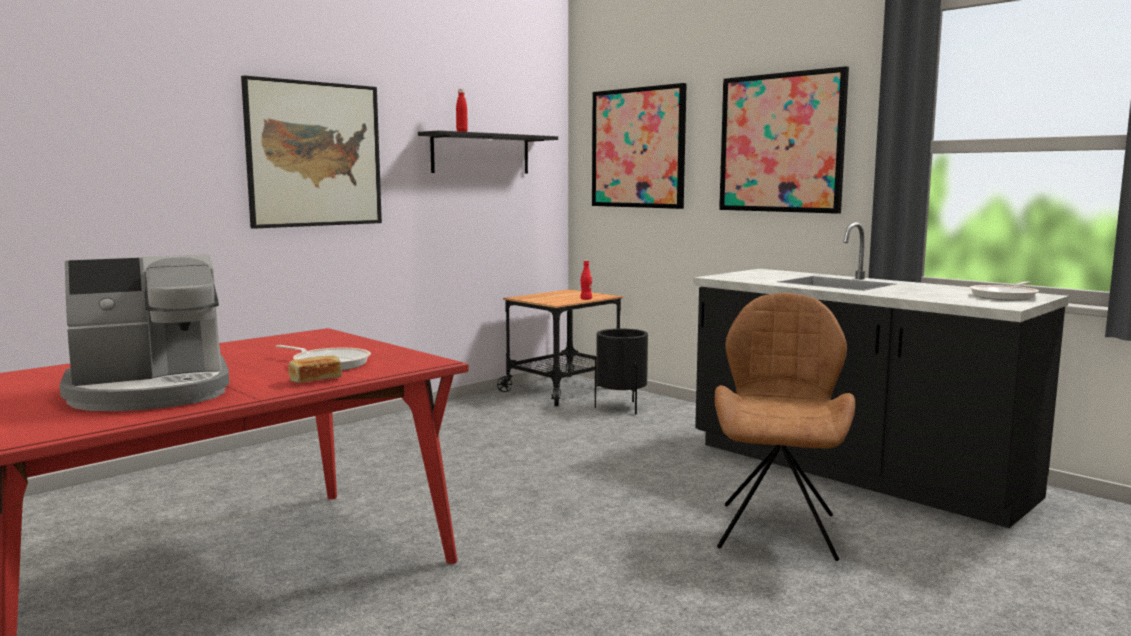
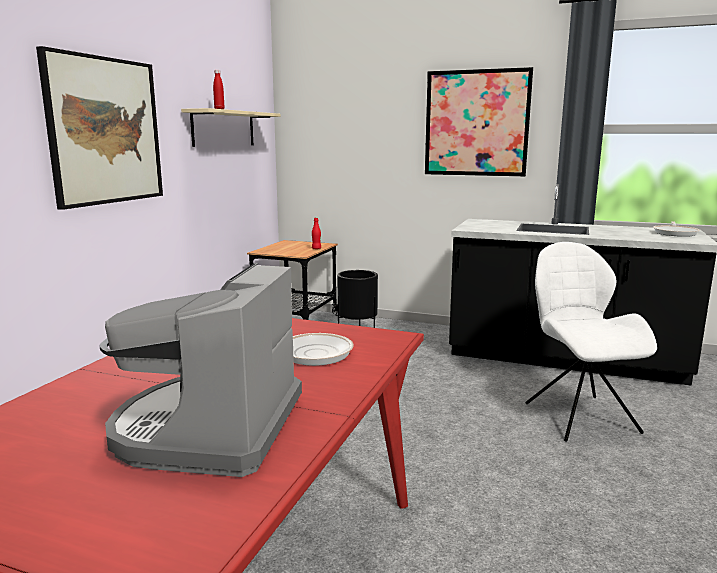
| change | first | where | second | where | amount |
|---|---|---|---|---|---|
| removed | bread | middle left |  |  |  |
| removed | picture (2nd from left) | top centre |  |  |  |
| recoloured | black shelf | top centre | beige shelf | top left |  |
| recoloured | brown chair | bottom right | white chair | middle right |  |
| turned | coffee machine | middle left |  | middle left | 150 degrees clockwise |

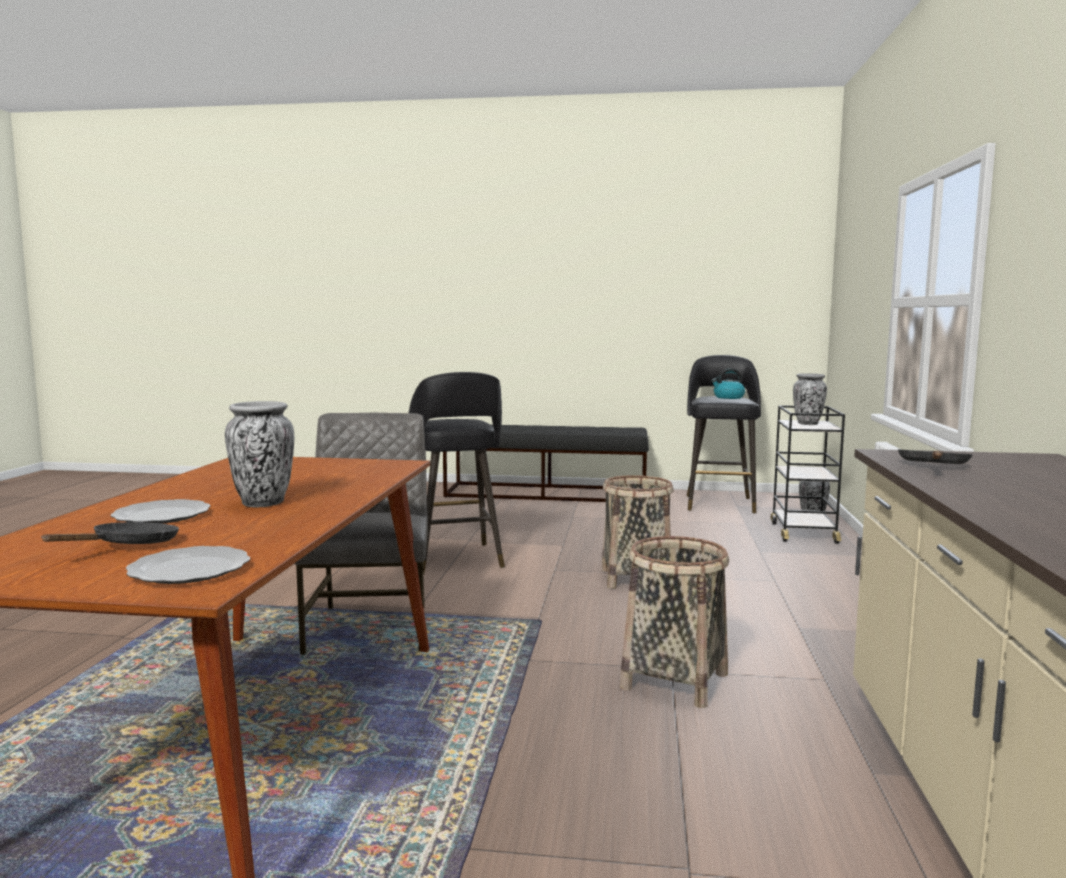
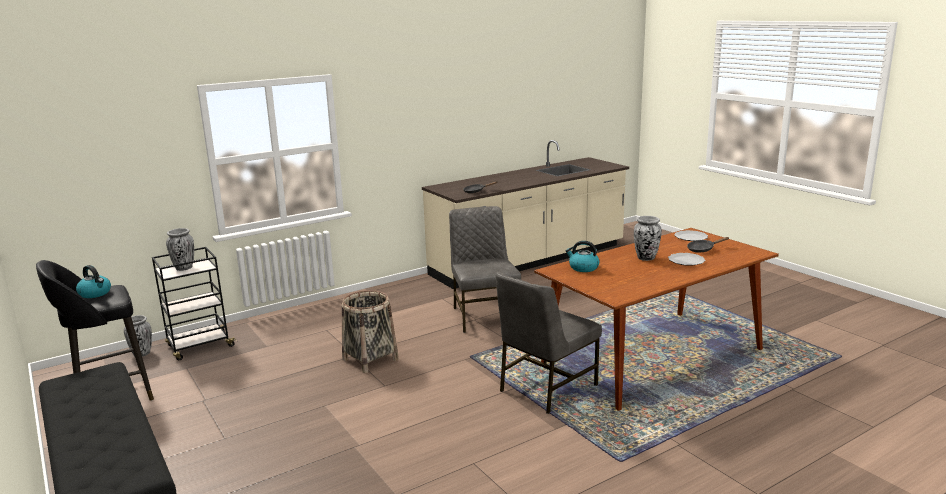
| change | first | where | second | where | amount |
|---|---|---|---|---|---|
| removed | black stool (1st from left) | centre |  |  |  |
| added |  |  | kettle (2nd from left) | centre |  |
| replaced | basket (2nd from left) | bottom centre | grey chair (1st from left) | centre |  |

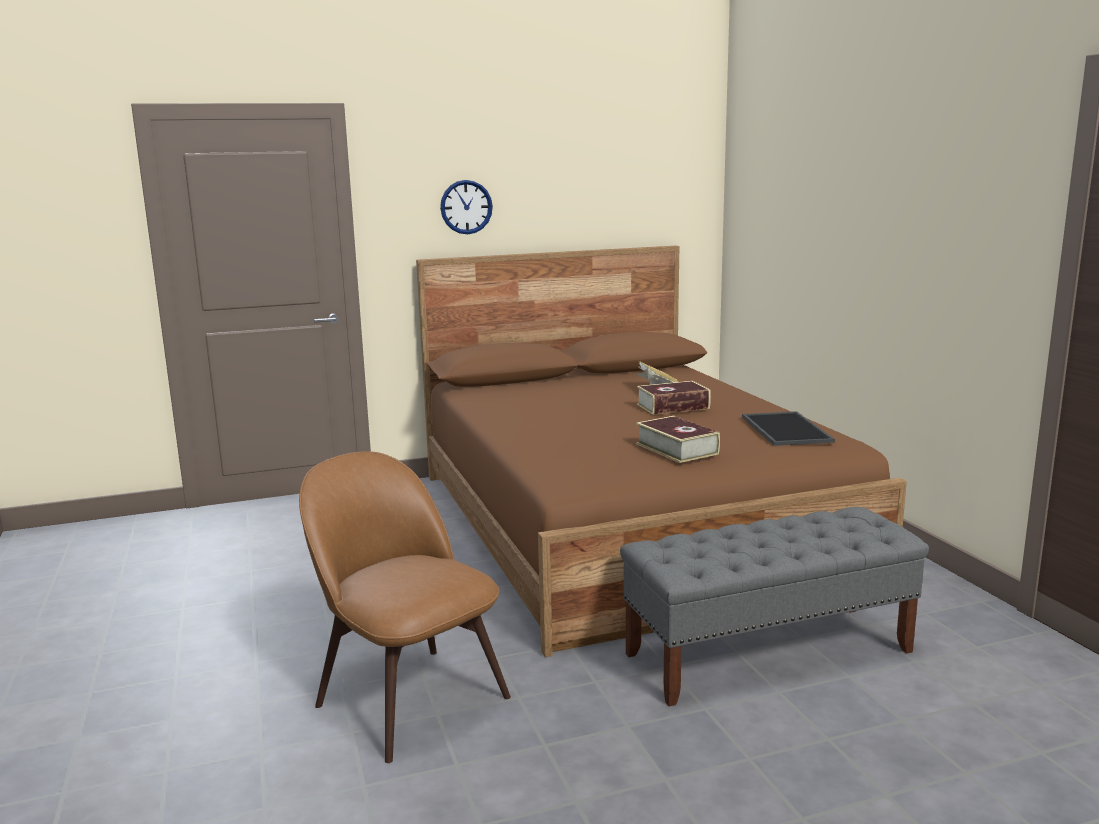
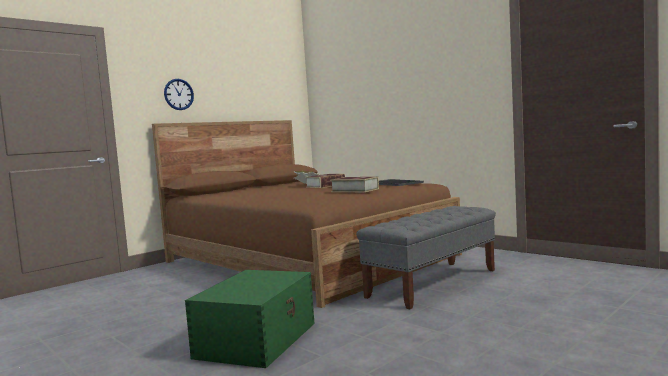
| change | first | where | second | where | amount |
|---|---|---|---|---|---|
| replaced | brown chair | bottom centre | green storage box | bottom centre |  |

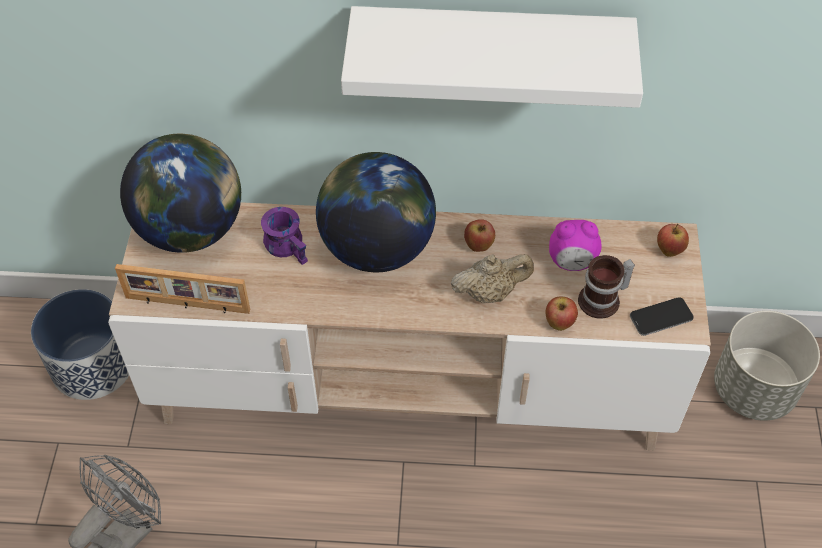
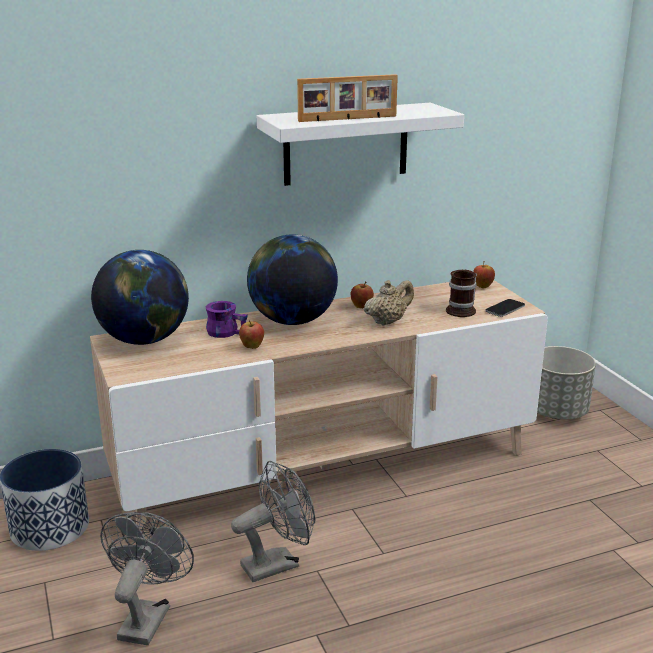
| change | first | where | second | where | amount |
|---|---|---|---|---|---|
| removed | alarm clock | middle right |  |  |  |
| added |  |  | grey fan (2nd from left) | bottom centre |  |
| moved | picture frame | middle left |  | top centre |  |
| moved | apple (2nd from left in the first image) | middle right | apple (1st from left) | centre |  |

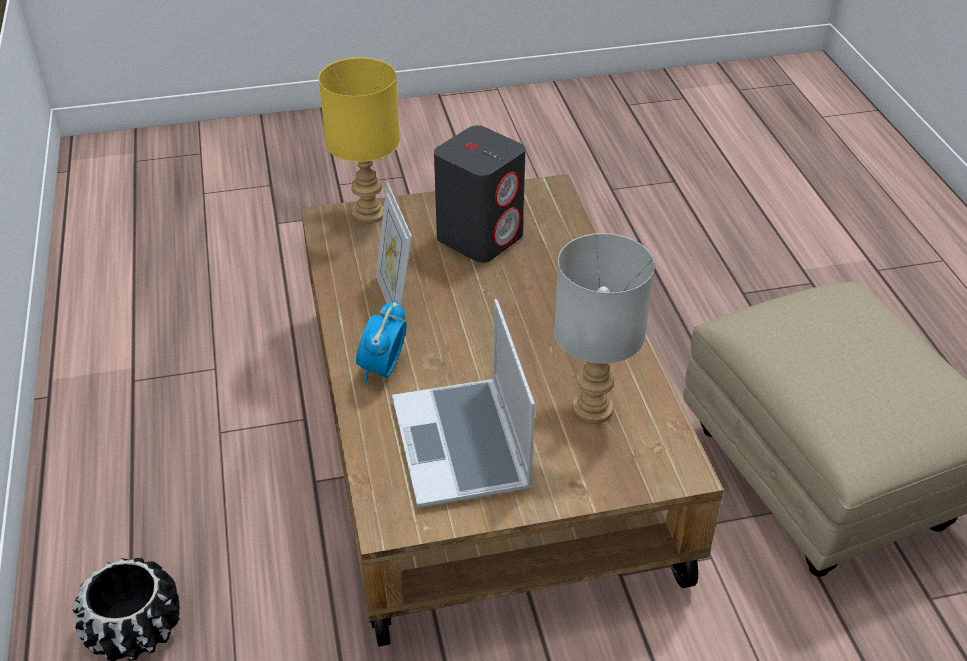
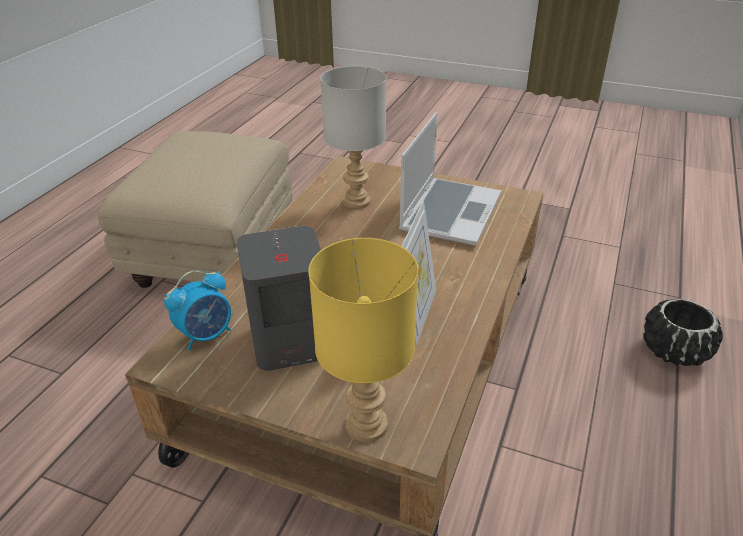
| change | first | where | second | where | amount |
|---|---|---|---|---|---|
| moved | alarm clock | centre |  | middle left |  |

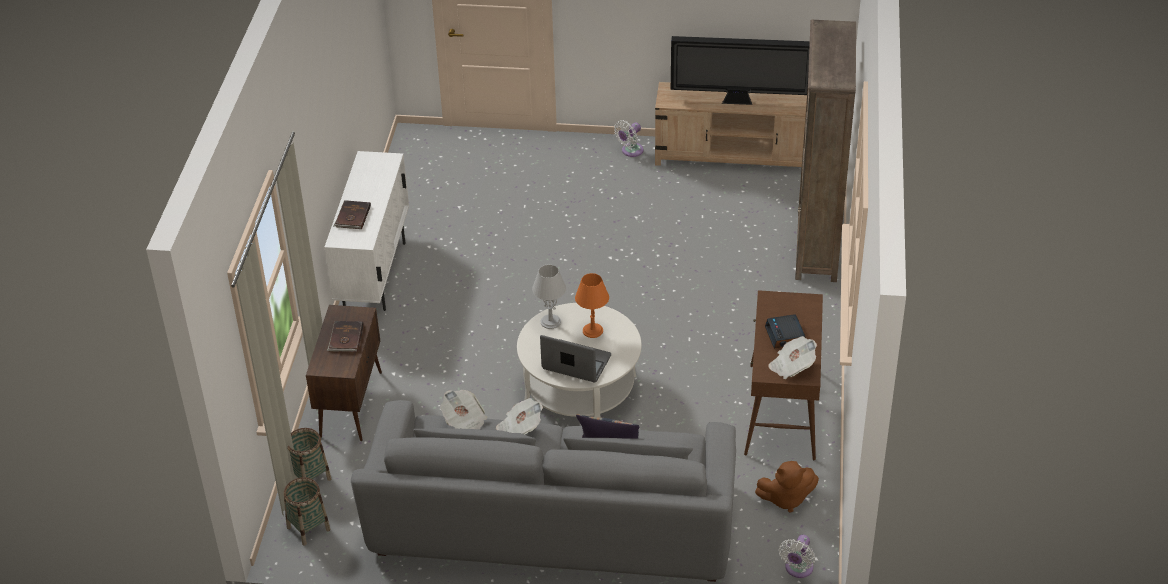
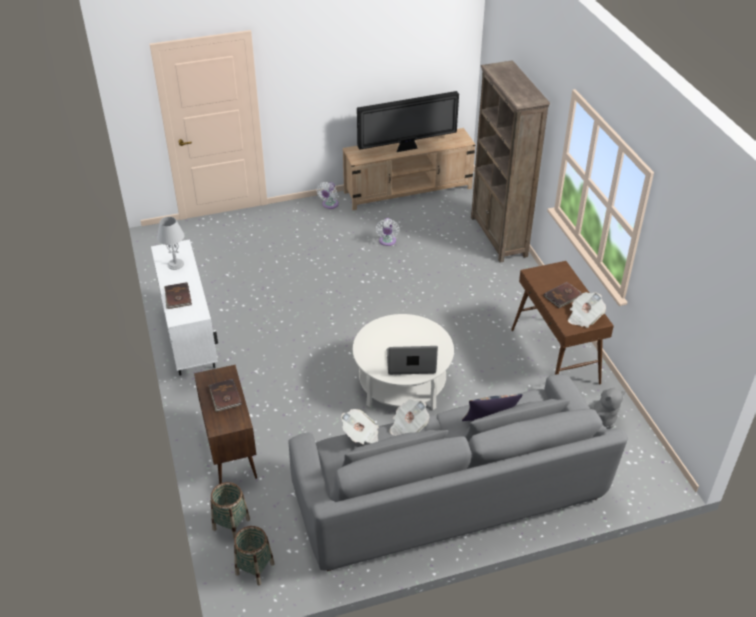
| change | first | where | second | where | amount |
|---|---|---|---|---|---|
| removed | orange table lamp | centre |  |  |  |
| moved | grey table lamp | centre |  | middle left |  |
| moved | white fan (2nd from left) | bottom right |  | centre |  |
| replaced | alarm clock | middle right | brown book (3rd from left) | middle right |  |
| recoloured | brown plush toy | bottom right | grey plush toy | middle right |  |

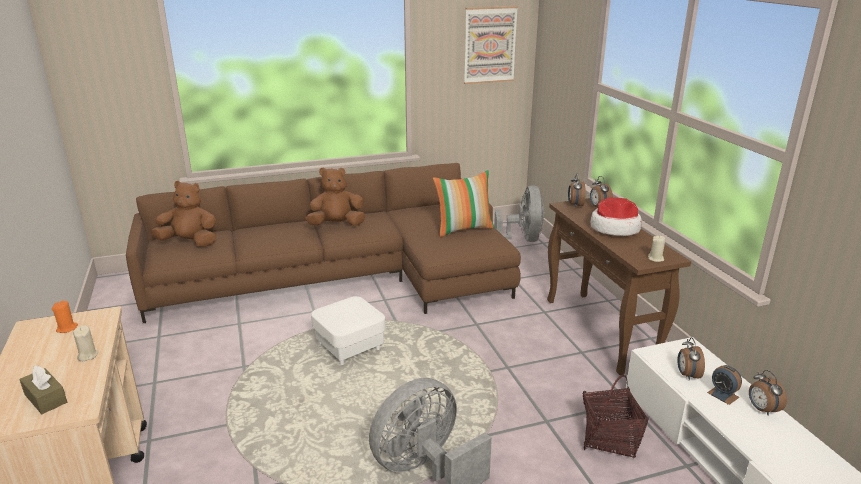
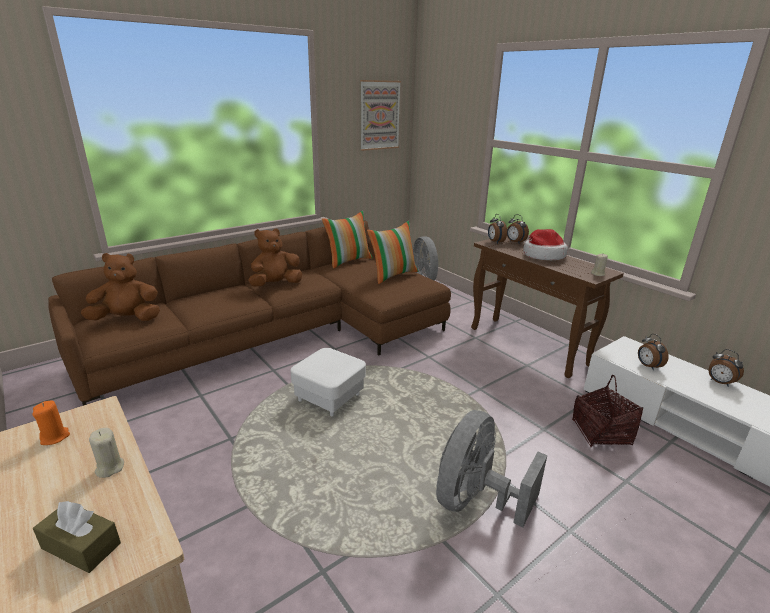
| change | first | where | second | where | amount |
|---|---|---|---|---|---|
| removed | alarm clock (4th from left) | bottom right |  |  |  |
| added |  |  | pillow (1st from left) | centre |  |

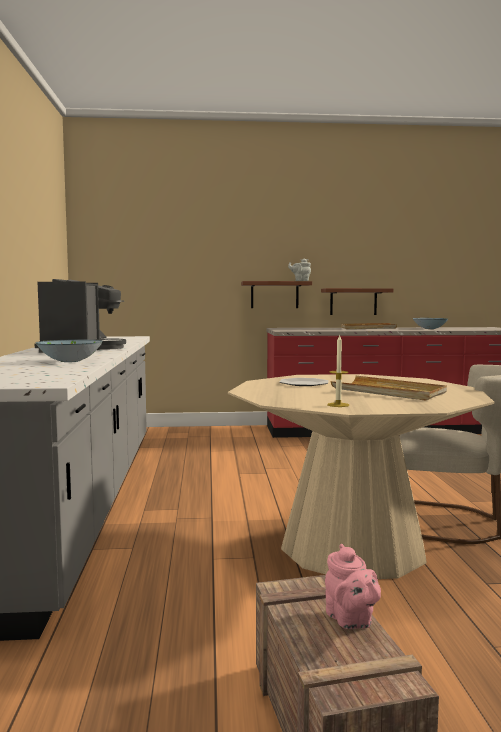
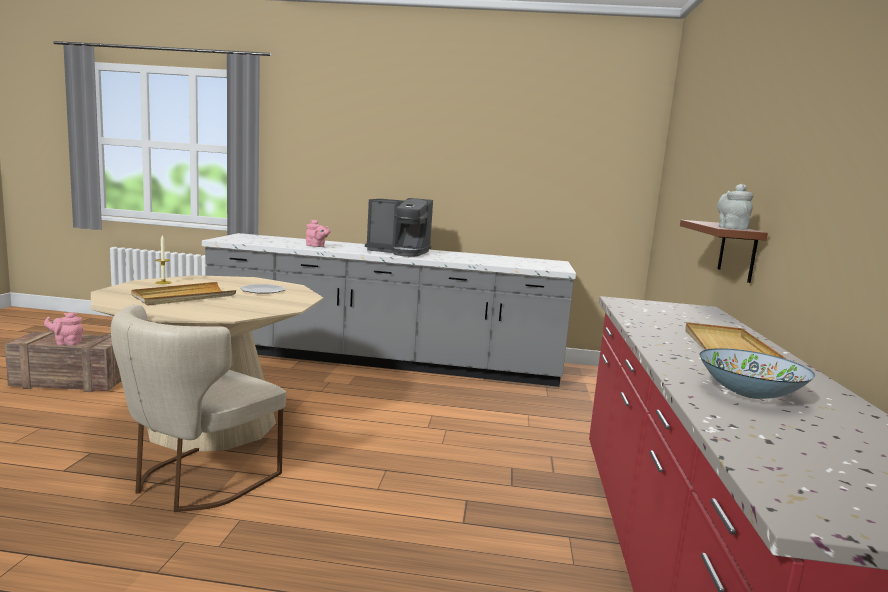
| change | first | where | second | where | amount |
|---|---|---|---|---|---|
| removed | brown shelf (2nd from left) | middle right |  |  |  |
| replaced | bowl (1st from left) | middle left | pink teapot (2nd from left) | centre |  |

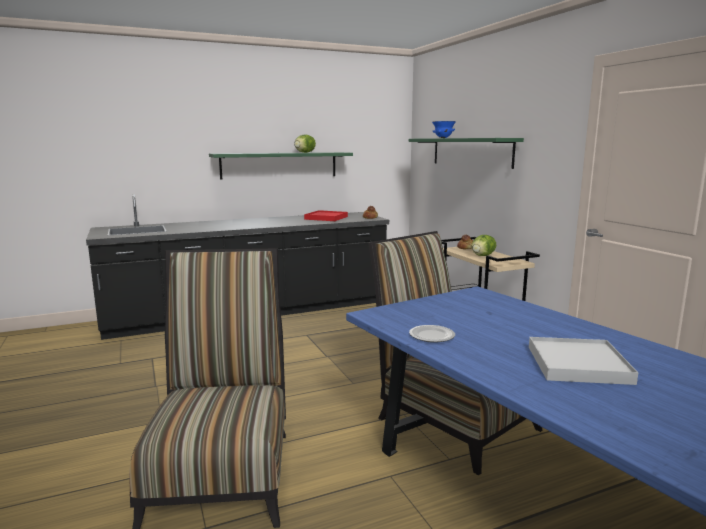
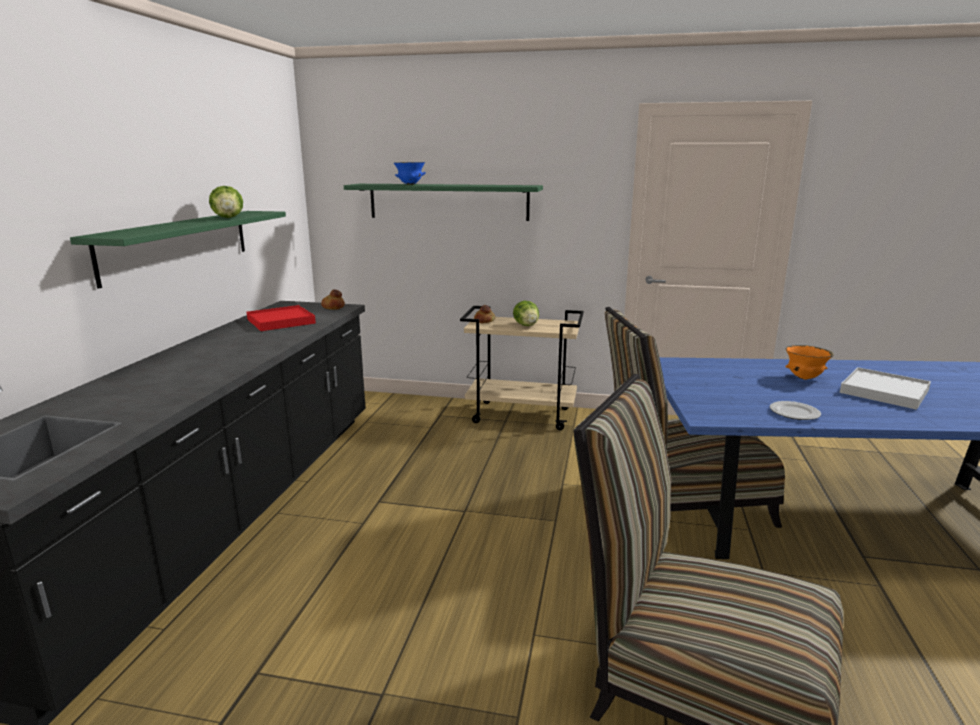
| change | first | where | second | where | amount |
|---|---|---|---|---|---|
| added |  |  | orange bowl | middle right |  |

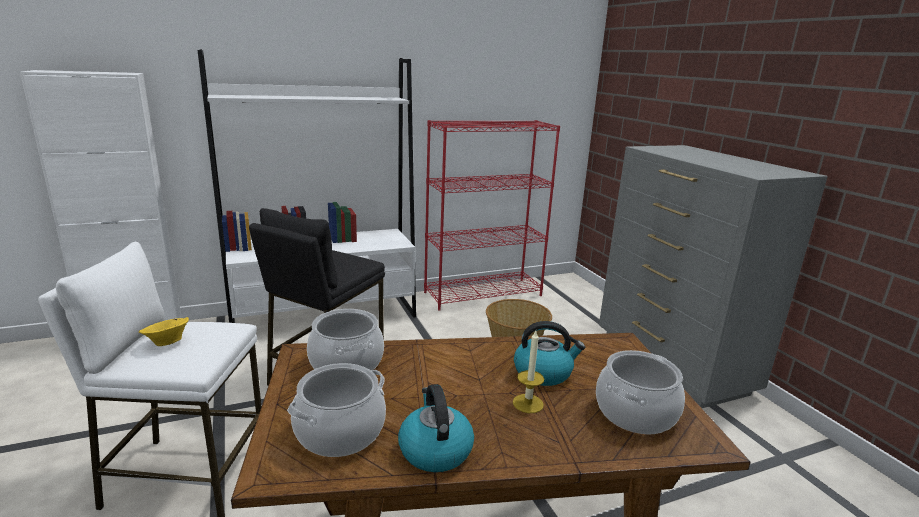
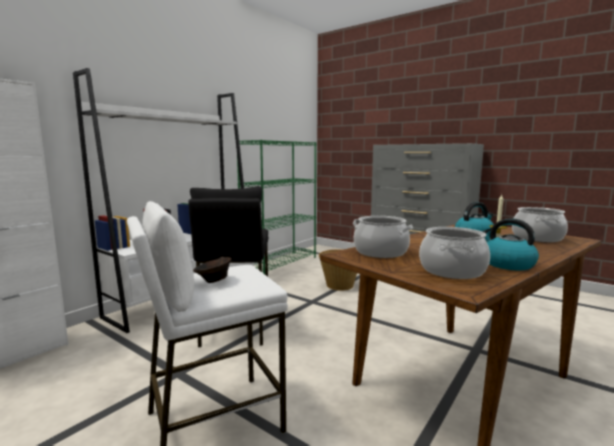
| change | first | where | second | where | amount |
|---|---|---|---|---|---|
| recoloured | yellow bowl | middle left | brown bowl | centre |  |
| recoloured | red bookcase | centre | green bookcase | centre |  |

